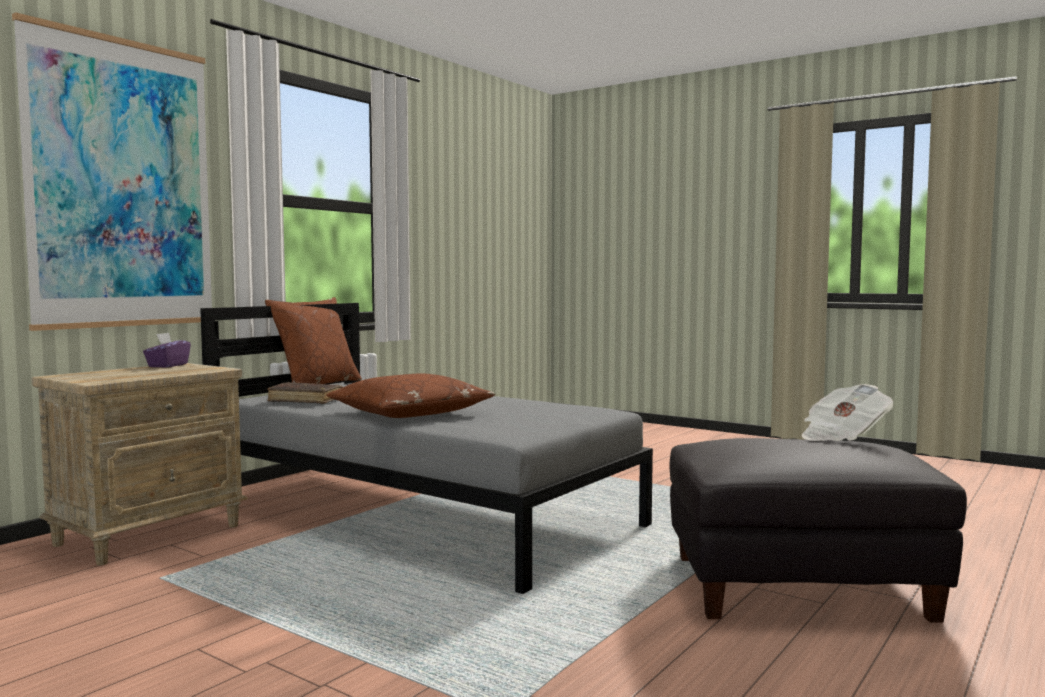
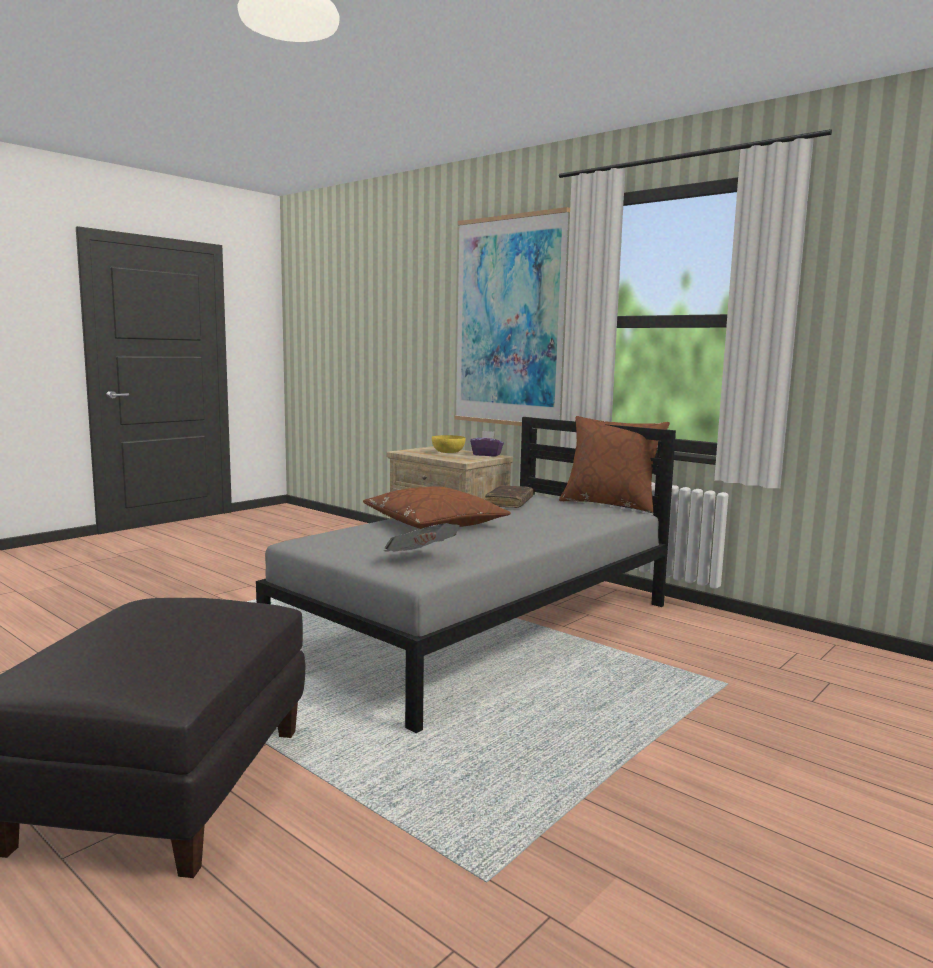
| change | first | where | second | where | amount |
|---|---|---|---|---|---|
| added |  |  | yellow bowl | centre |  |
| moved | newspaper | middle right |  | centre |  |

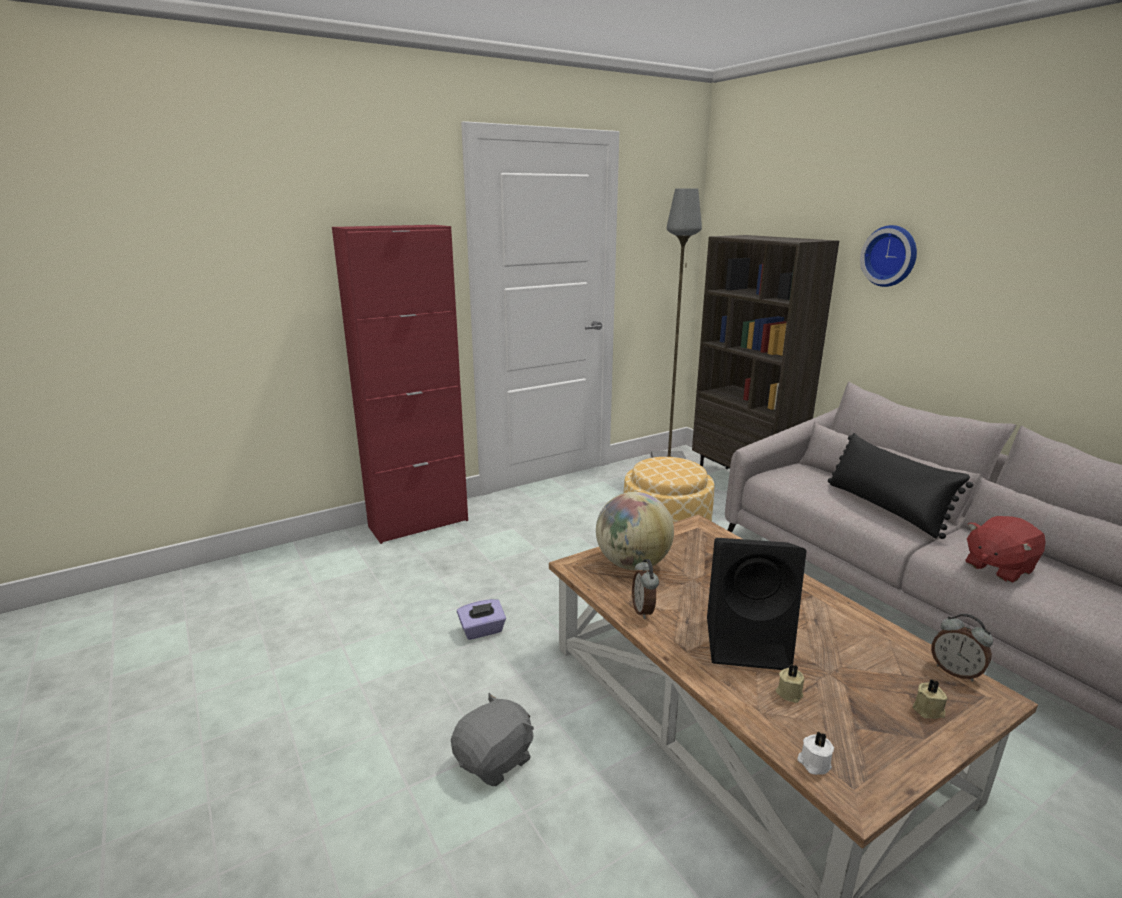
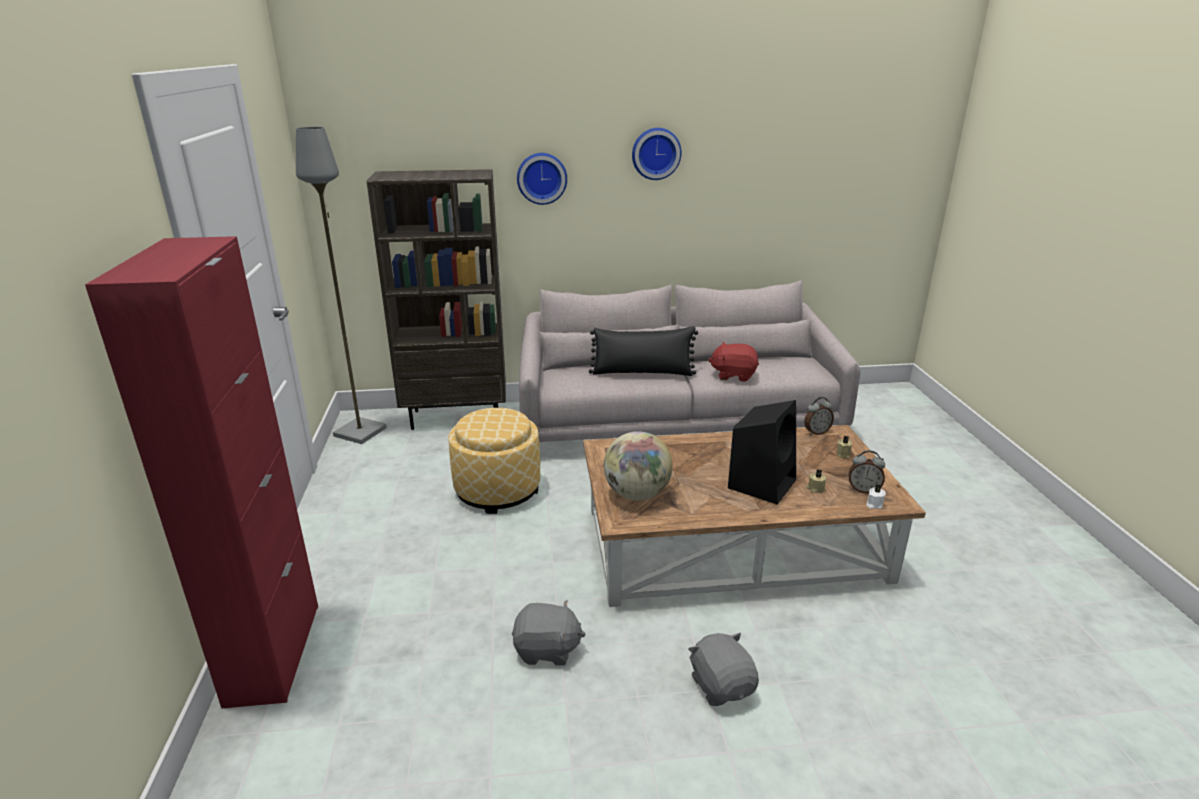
| change | first | where | second | where | amount |
|---|---|---|---|---|---|
| added |  |  | wall clock (2nd from left) | top centre |  |
| moved | alarm clock (1st from left in the first image) | centre | alarm clock (2nd from left) | middle right |  |
| replaced | purple tissue box | bottom centre | grey plush toy (1st from left) | bottom centre |  |
| turned | red plush toy | middle right |  | centre | 105 degrees clockwise |

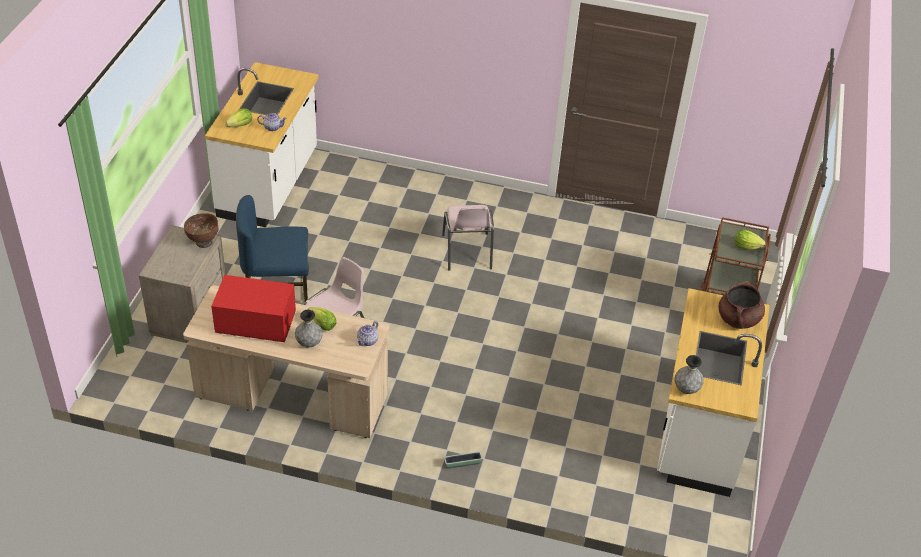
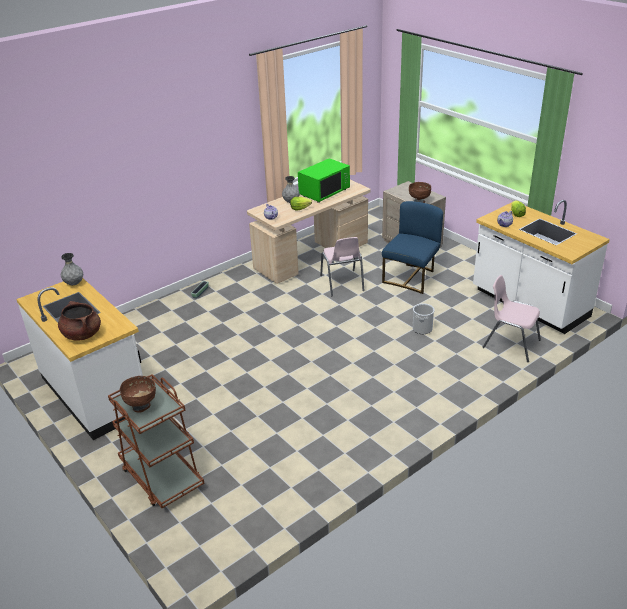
| change | first | where | second | where | amount |
|---|---|---|---|---|---|
| added |  |  | bucket | middle right |  |
| moved | pink chair (2nd from left) | centre |  | middle right |  |
| replaced | lettuce (3rd from left) | middle right | brown bowl (1st from left) | middle left |  |
| recoloured | red microwave | middle left | green microwave | top centre |  |

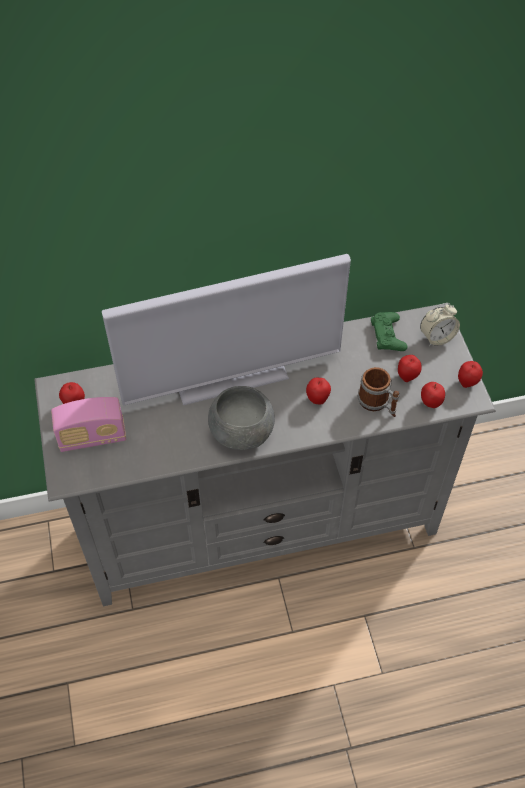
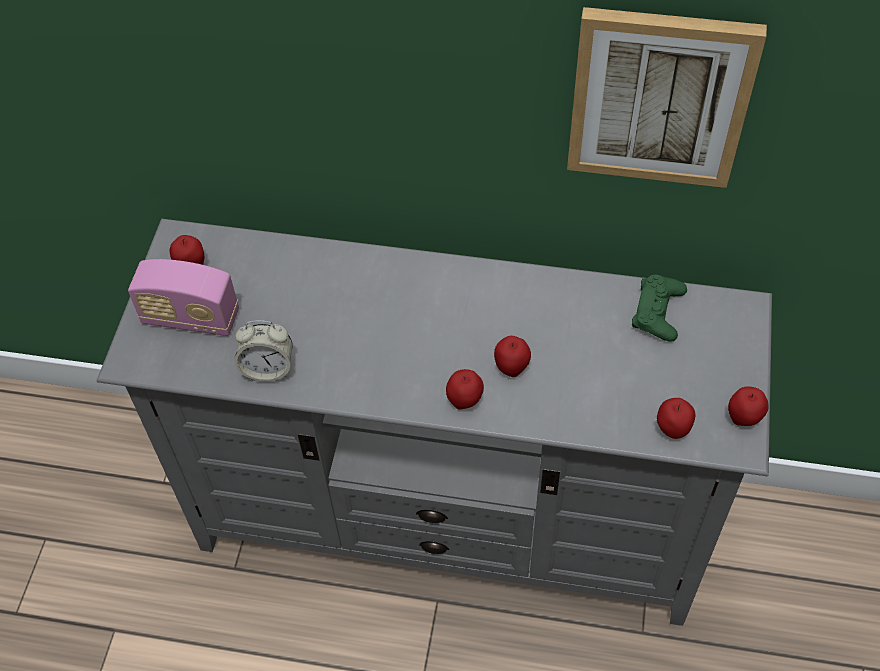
| change | first | where | second | where | amount |
|---|---|---|---|---|---|
| removed | television | centre |  |  |  |
| removed | grey bowl | centre |  |  |  |
| removed | mug | middle right |  |  |  |
| added |  |  | picture | top right |  |
| moved | apple (3rd from left in the first image) | middle right | apple (2nd from left) | centre |  |
| moved | alarm clock | middle right |  | middle left |  |

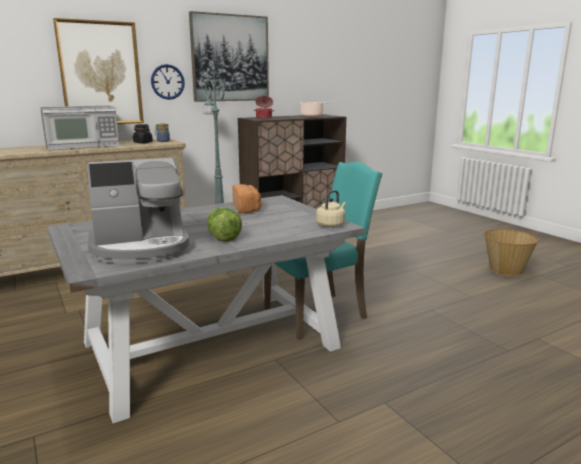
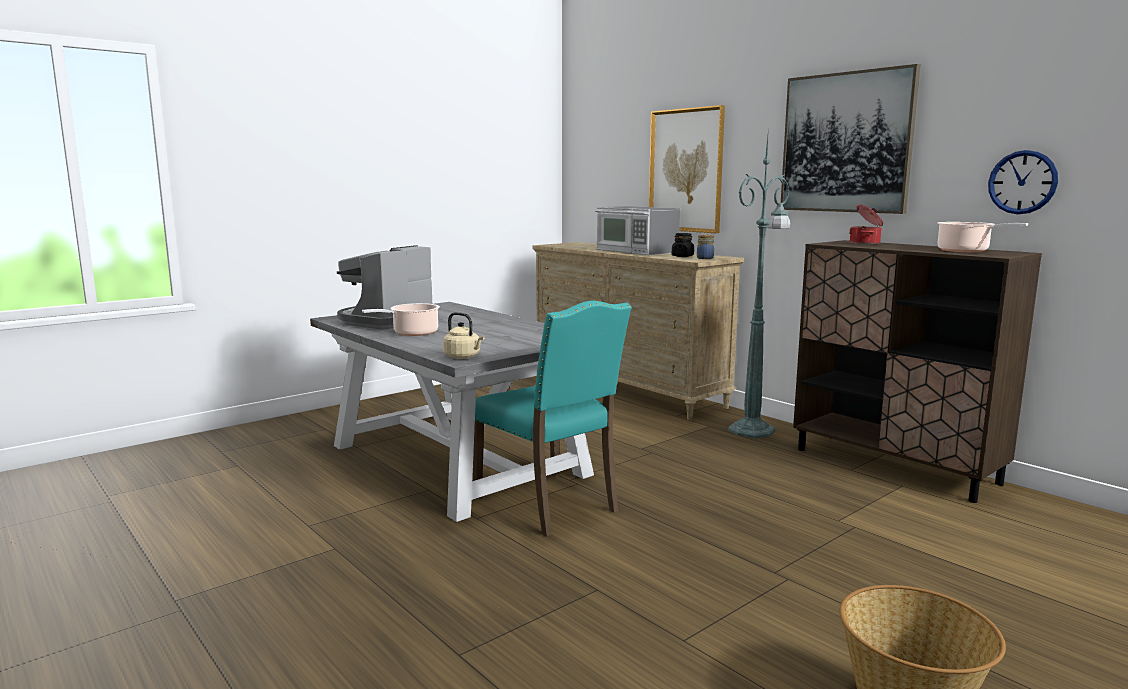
| change | first | where | second | where | amount |
|---|---|---|---|---|---|
| removed | bread | centre |  |  |  |
| moved | wall clock | top left |  | top right |  |
| replaced | lettuce | centre | cooking pot (1st from left) | centre |  |
| turned | coffee machine | middle left |  | centre | 60 degrees clockwise |

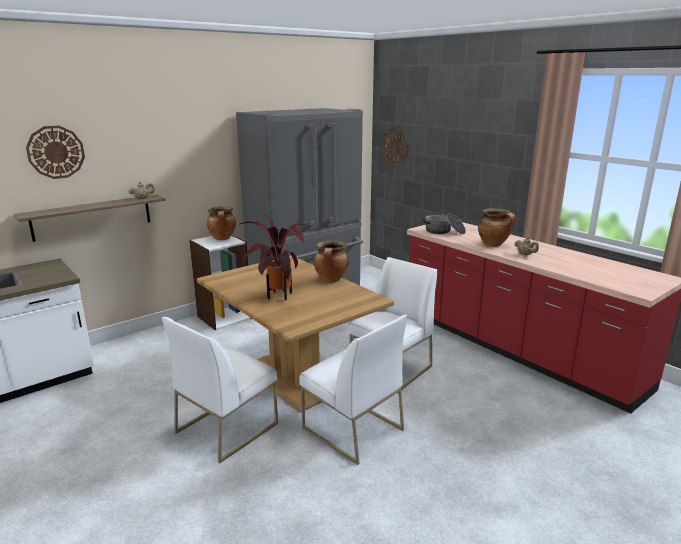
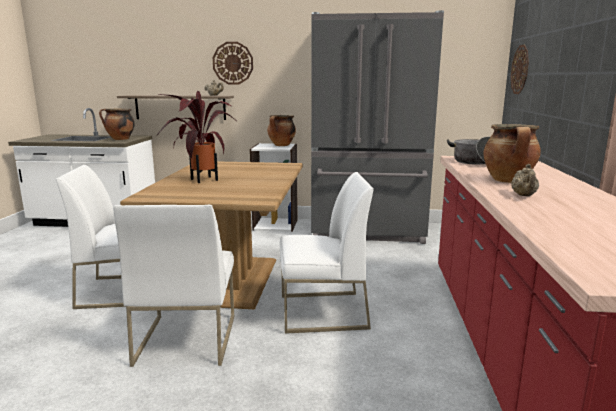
| change | first | where | second | where | amount |
|---|---|---|---|---|---|
| moved | wall clock (1st from left) | top left |  | top centre |  |
| moved | cooking pot (2nd from left in the first image) | centre | cooking pot (1st from left) | top left |  |

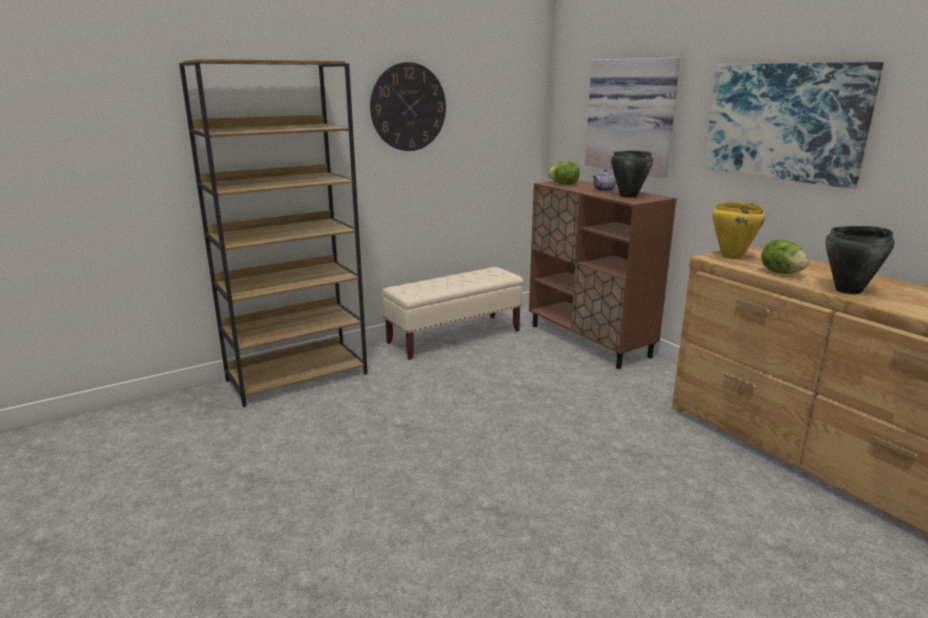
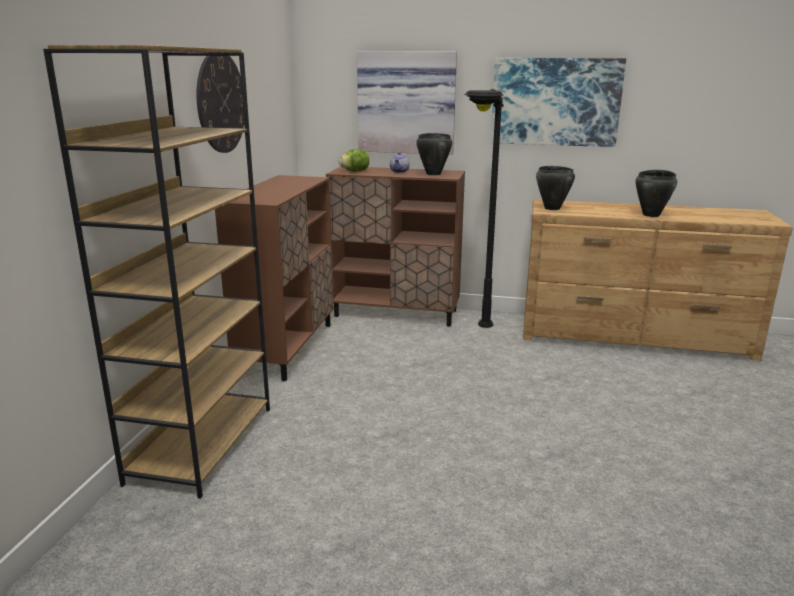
| change | first | where | second | where | amount |
|---|---|---|---|---|---|
| removed | lettuce (2nd from left) | middle right |  |  |  |
| added |  |  | black floor lamp | centre |  |
| replaced | beige bench | centre | brown cabinet (1st from left) | centre |  |
| recoloured | yellow cooking pot | middle right | black cooking pot (2nd from left) | top right |  |

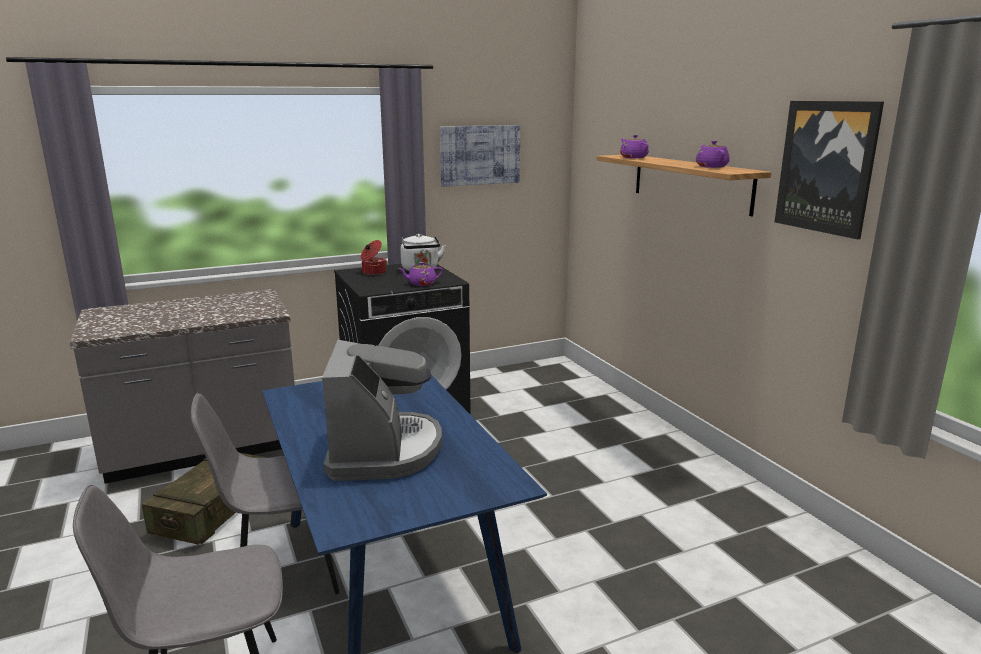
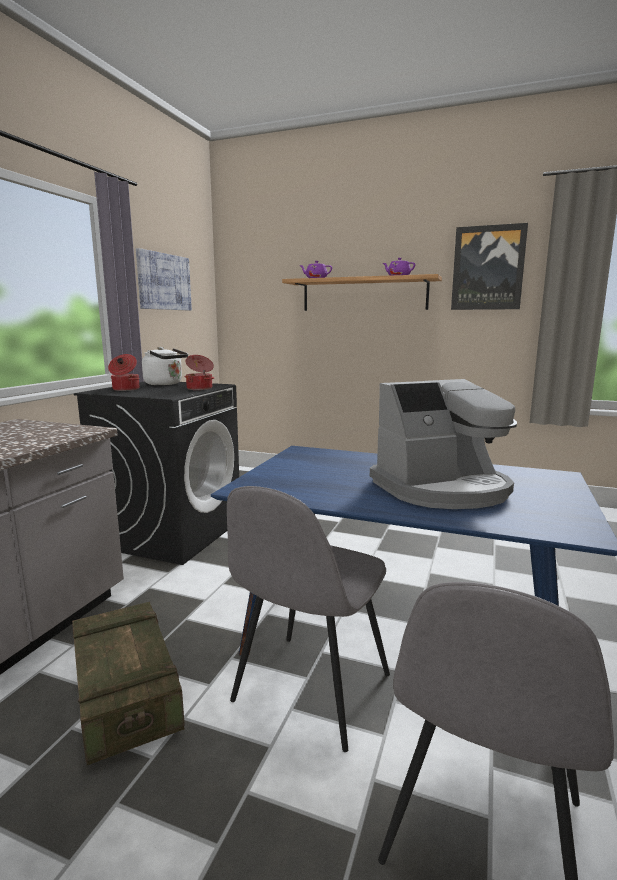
| change | first | where | second | where | amount |
|---|---|---|---|---|---|
| replaced | purple teapot (1st from left) | centre | cooking pot (2nd from left) | middle left |  |
| turned | coffee machine | centre |  | middle right | 120 degrees clockwise |

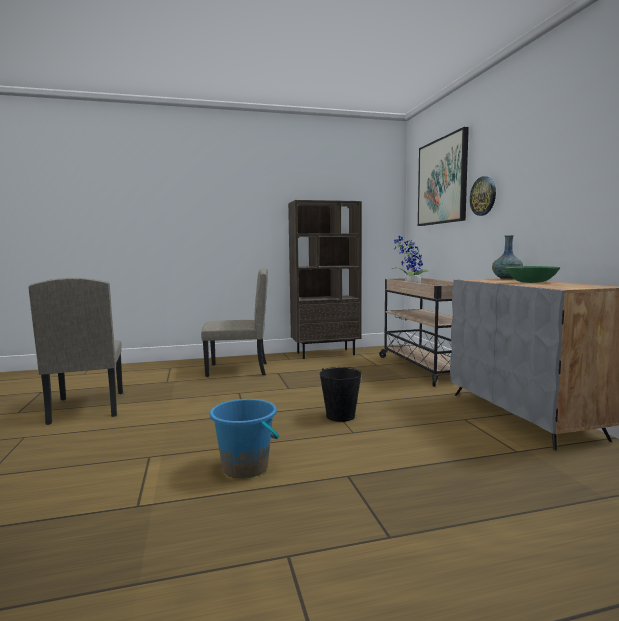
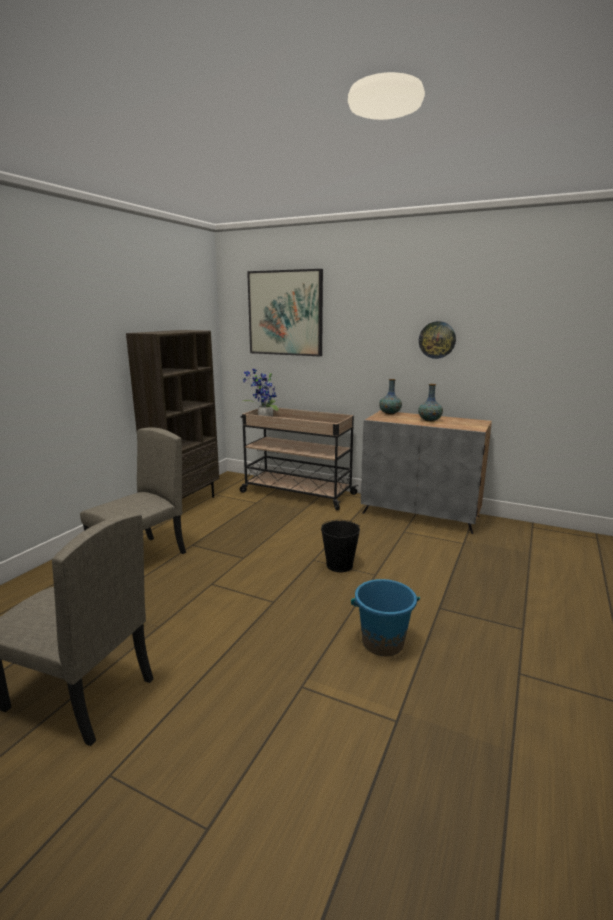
| change | first | where | second | where | amount |
|---|---|---|---|---|---|
| moved | wall clock | top right |  | middle right |  |
| replaced | green bowl | middle right | vase (2nd from left) | middle right |  |

